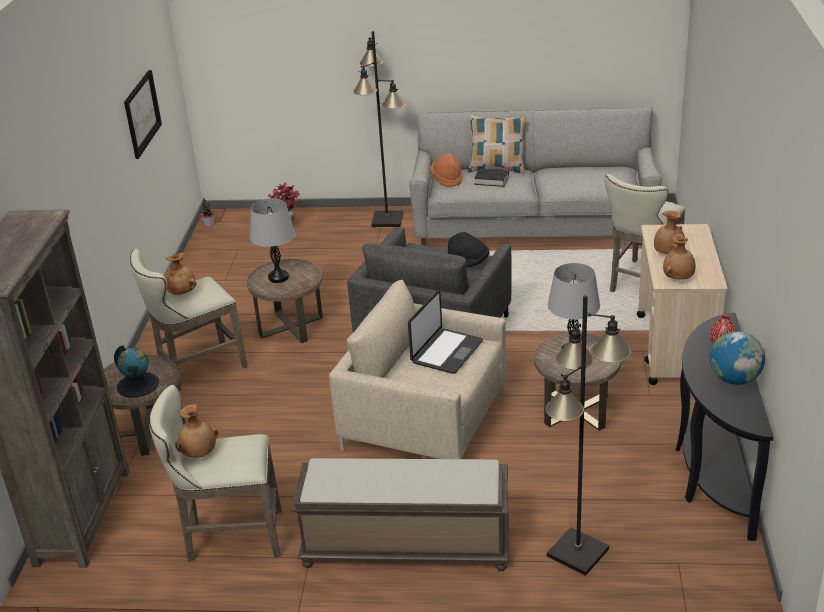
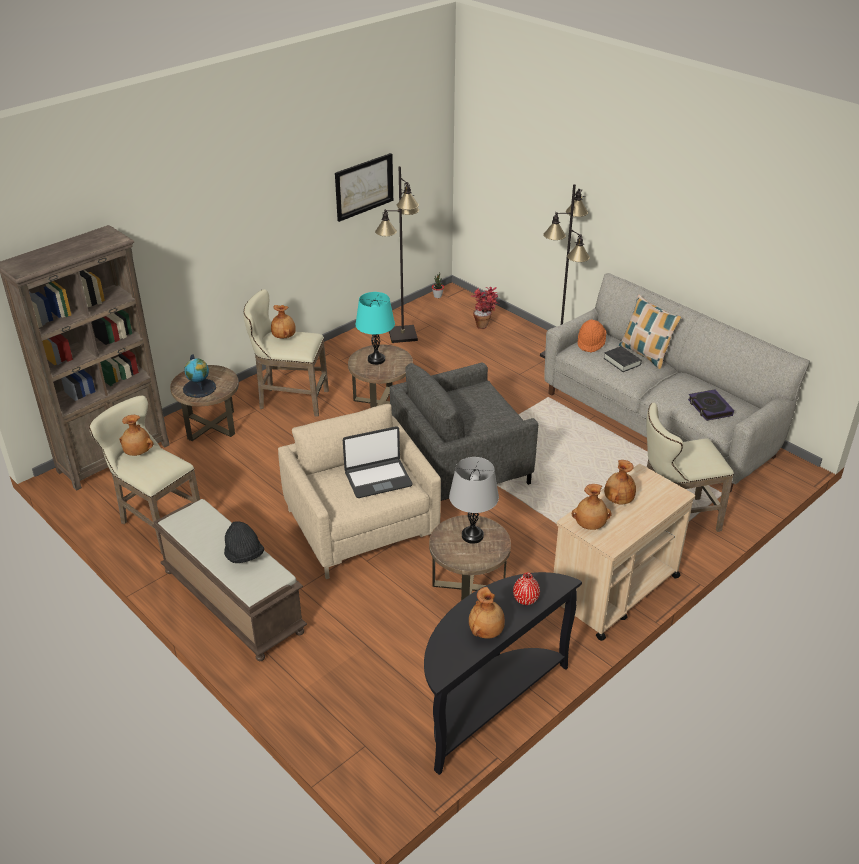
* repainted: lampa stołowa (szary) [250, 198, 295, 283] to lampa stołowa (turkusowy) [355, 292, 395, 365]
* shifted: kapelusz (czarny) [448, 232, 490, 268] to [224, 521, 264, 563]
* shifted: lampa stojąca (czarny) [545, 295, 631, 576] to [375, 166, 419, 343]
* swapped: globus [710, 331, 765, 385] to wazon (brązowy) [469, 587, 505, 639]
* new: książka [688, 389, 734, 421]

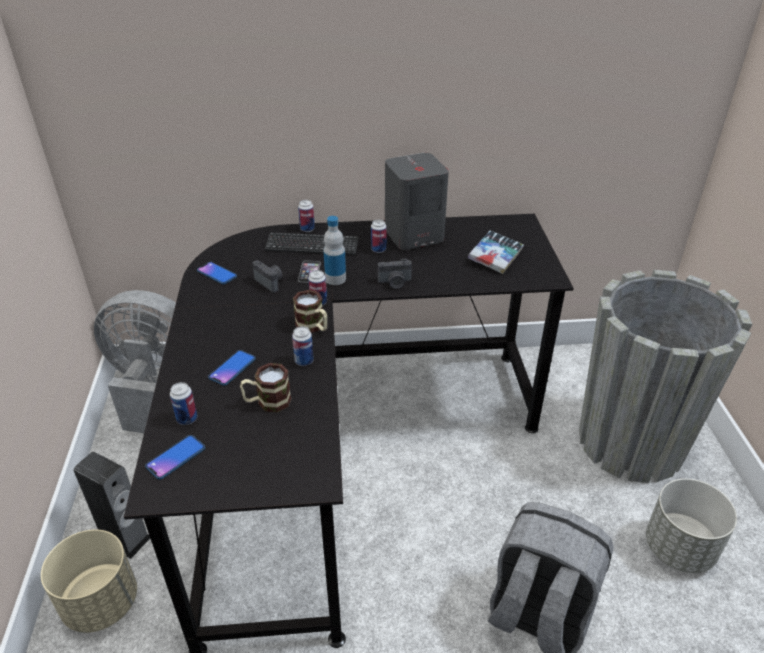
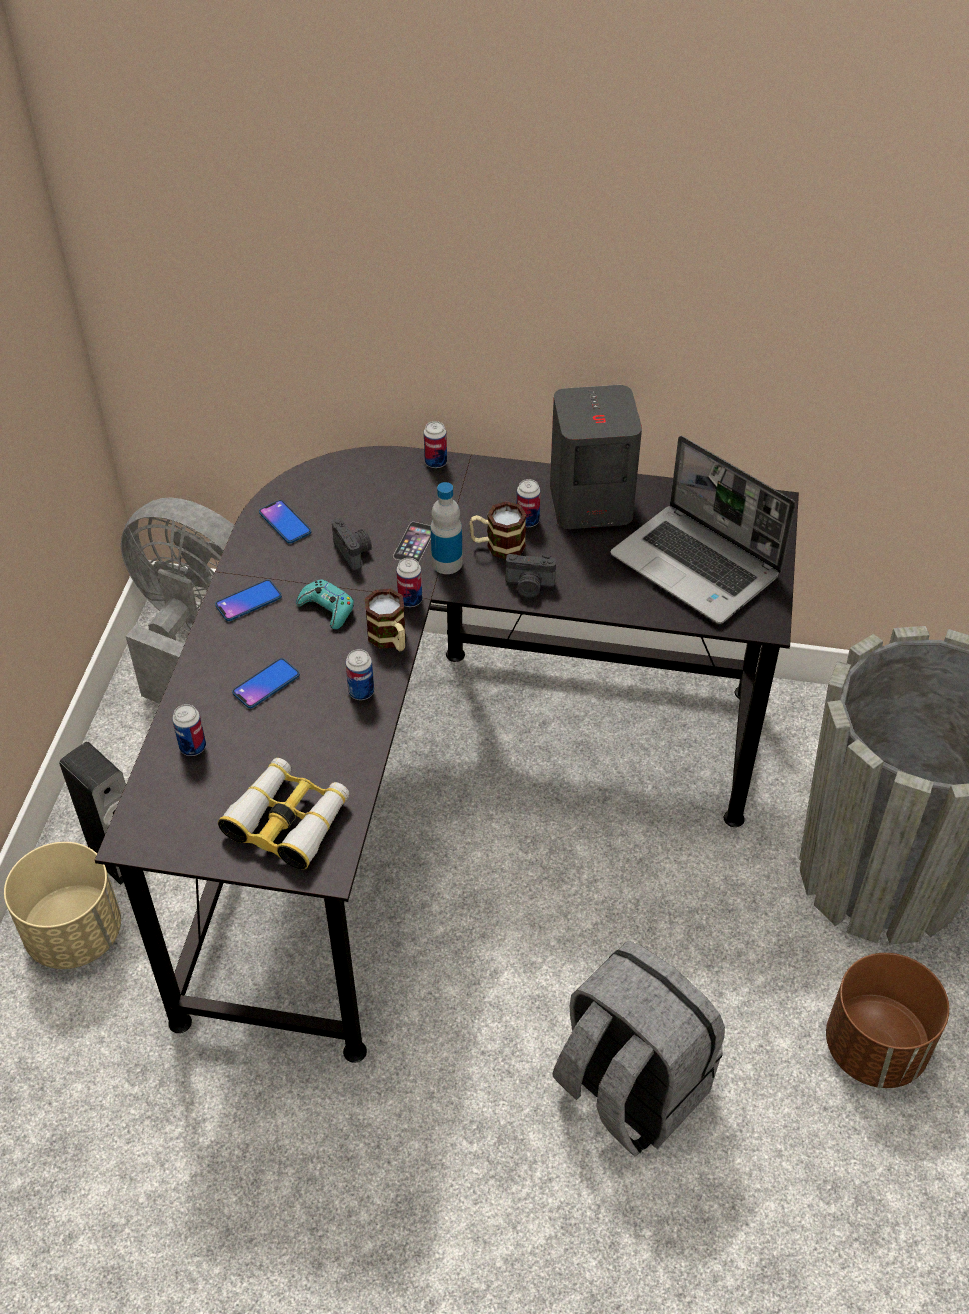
* shifted: telefon [145, 435, 205, 480] to [215, 580, 282, 621]
* shifted: kubek [240, 363, 291, 412] to [469, 501, 527, 559]
* gone: klawiatura [265, 233, 359, 255]
* swapped: książka [468, 231, 524, 274] to laptop [610, 436, 795, 624]
* repainted: donica (szary) [646, 479, 737, 573] to donica (brązowy) [826, 953, 949, 1088]
* new: lornetka [218, 758, 349, 870]
* new: pad do gier (turkusowy) [296, 579, 354, 629]

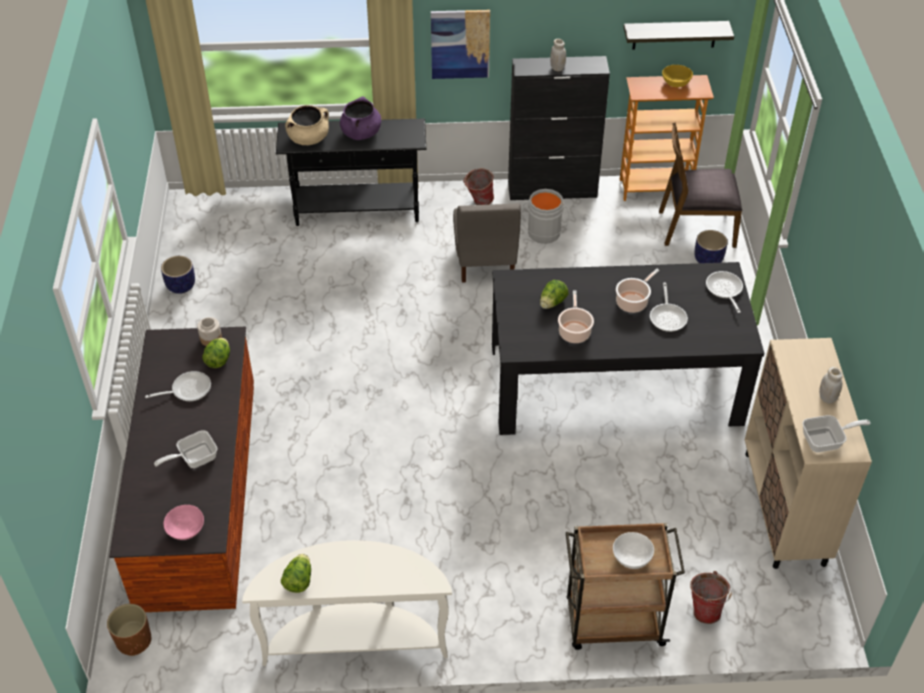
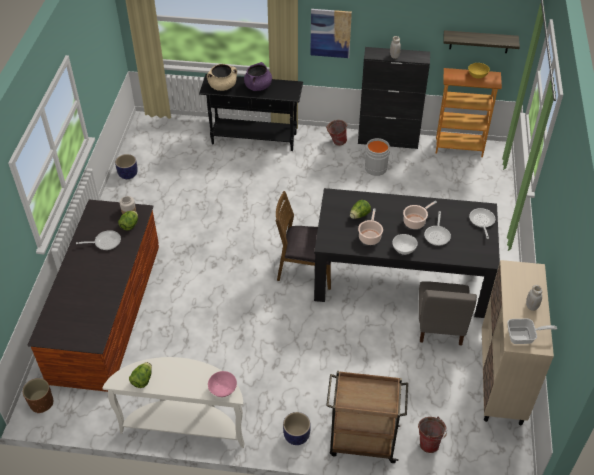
* gone: patelnia [154, 430, 218, 468]
* shifted: miska (różowy) [163, 505, 204, 540] to [208, 371, 237, 397]
* shifted: krzesło (szary) [453, 203, 521, 283] to [419, 282, 477, 345]
* shifted: miska (biały) [613, 532, 654, 569] to [392, 234, 418, 255]
* shifted: krzesło (brązowy) [659, 123, 742, 248] to [276, 191, 331, 290]
* shifted: donica [694, 230, 728, 263] to [283, 412, 311, 445]

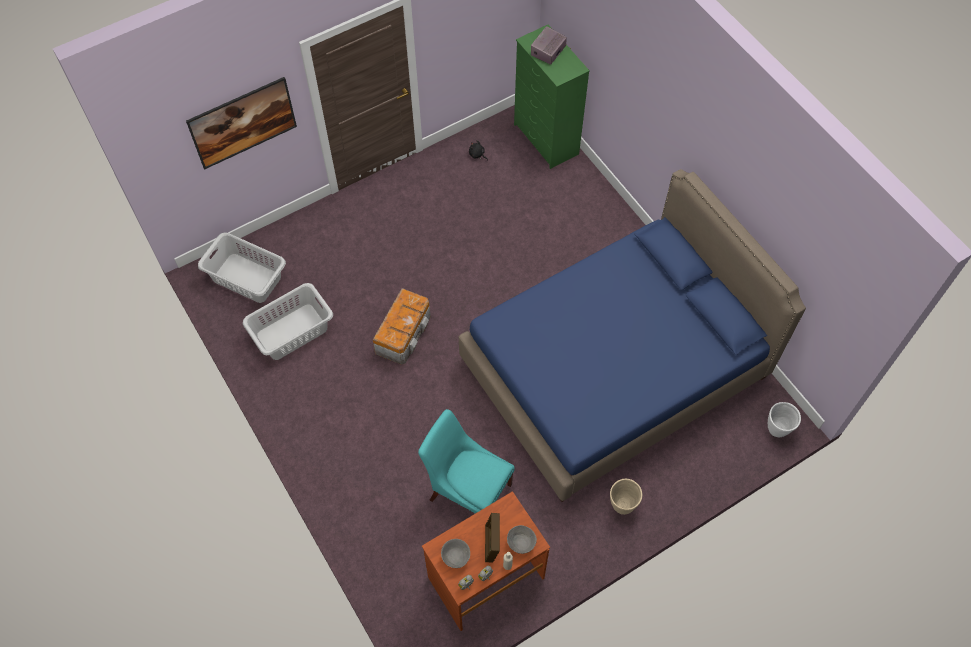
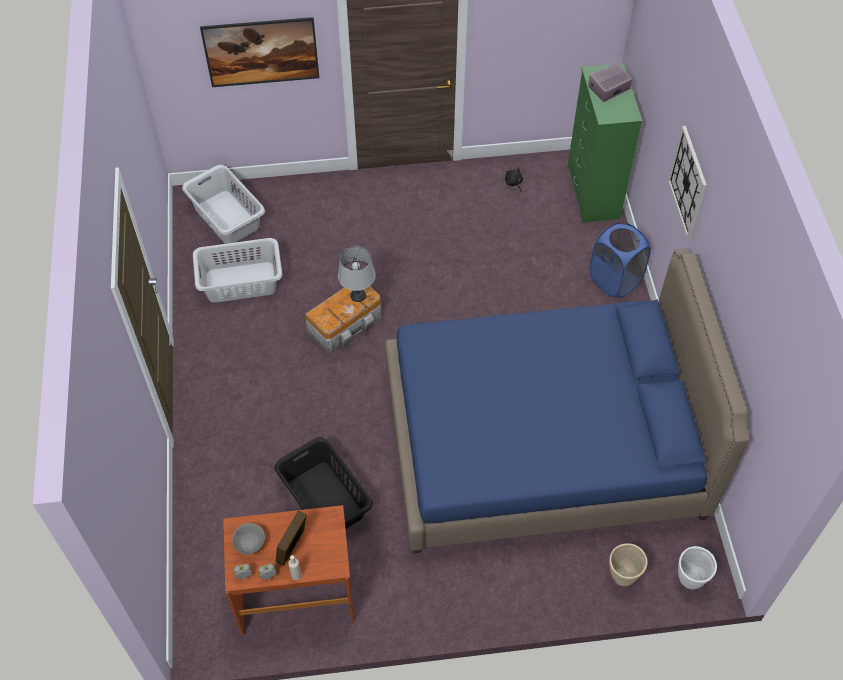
* swapped: krzesło (turkusowy) [418, 409, 514, 513] to kosz na pranie (czarny) [274, 437, 373, 529]
* gone: miska (szary) [507, 525, 537, 554]
* shifted: donica (beżowy) [610, 479, 642, 515] to [609, 543, 648, 586]
* new: lampa stołowa (szary) [338, 246, 376, 302]
* new: kosz na pranie (niebieski) [590, 223, 651, 298]
* new: zegar ścienny [668, 126, 707, 239]

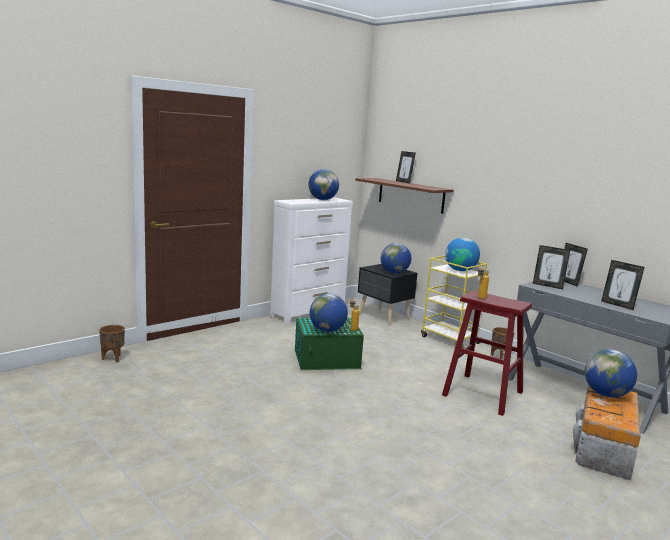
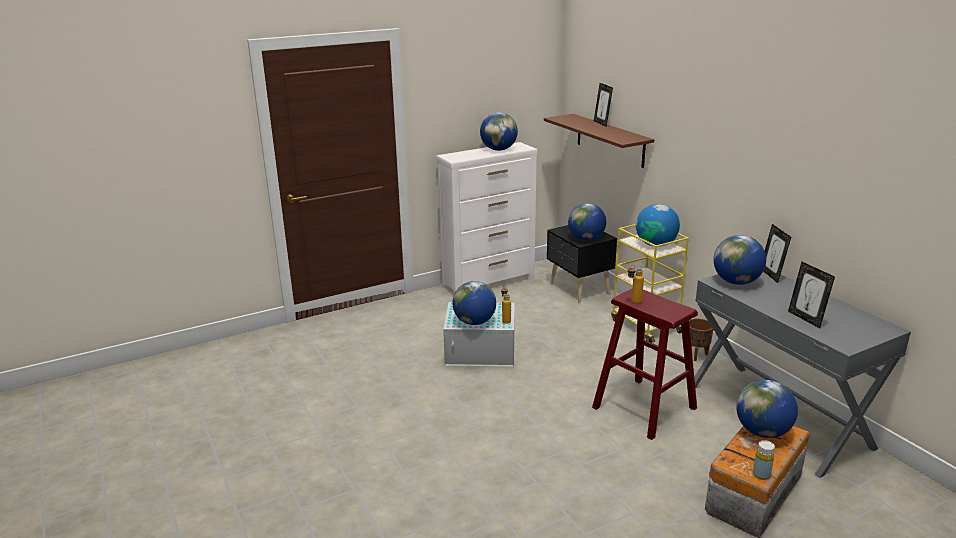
* gone: donica (brązowy) [99, 325, 125, 363]
* repainted: pojemnik do przechowywania (zielony) [295, 318, 364, 370] to pojemnik do przechowywania (biały) [443, 302, 515, 366]
* swapped: ramka na zdjęcie [533, 245, 570, 289] to globus [713, 235, 766, 285]
* new: butelka (żółty) [753, 440, 775, 480]

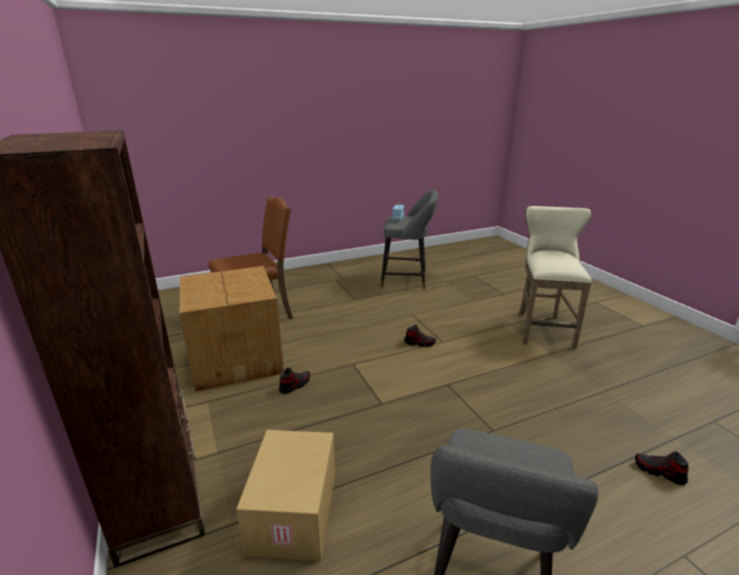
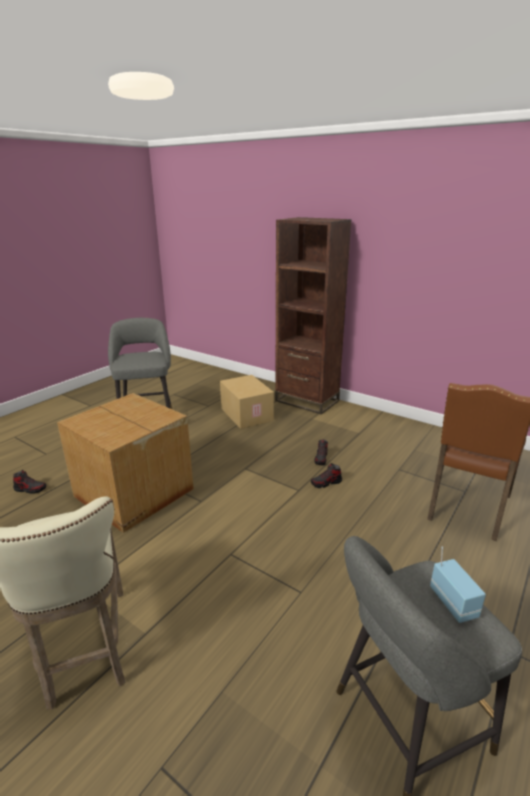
* shifted: karton [180, 266, 284, 392] to [57, 393, 194, 533]
* shifted: but [404, 325, 436, 347] to [311, 463, 342, 488]

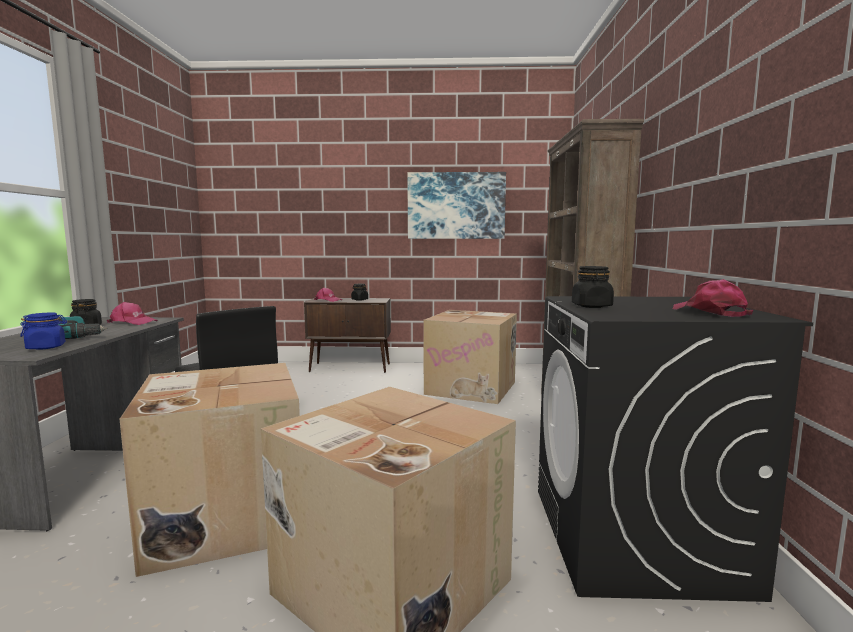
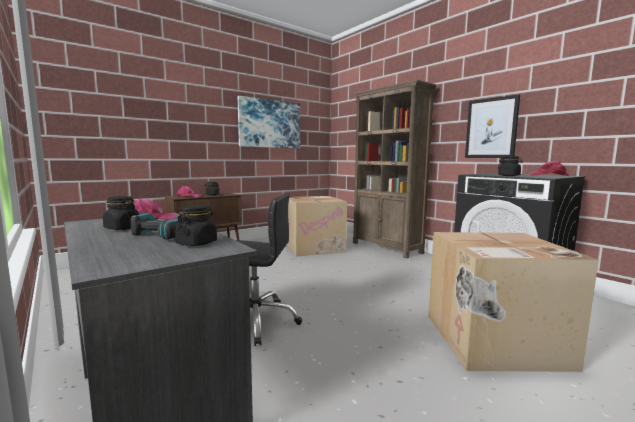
* repainted: słoik (niebieski) [20, 312, 67, 350] to słoik (czarny) [175, 205, 217, 246]
* gone: karton [120, 363, 300, 577]
* new: obraz [465, 95, 520, 158]

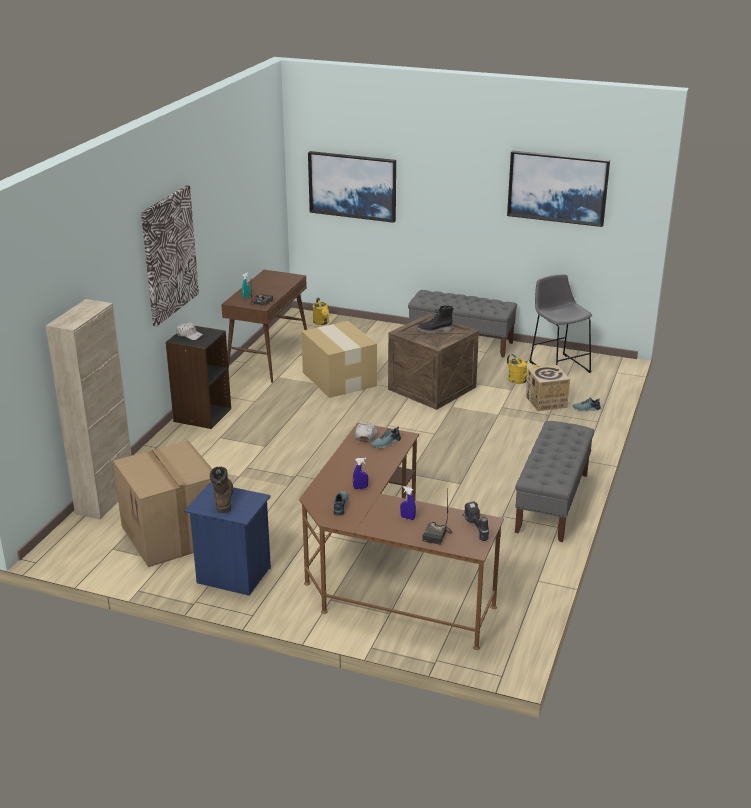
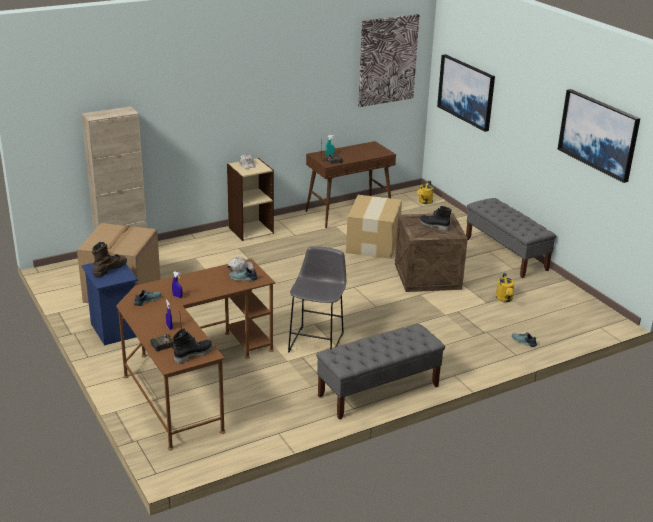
* shifted: obraz [141, 185, 199, 327] to [358, 14, 419, 107]
* repainted: regał (czarny) [165, 326, 231, 429] to regał (beżowy) [227, 158, 274, 241]
* swapped: wiertarka [462, 501, 489, 541] to but z cholewką (czarny) [173, 328, 213, 364]
* gone: karton [526, 365, 570, 411]
* shifted: stołek (szary) [529, 274, 592, 373] to [288, 246, 346, 353]

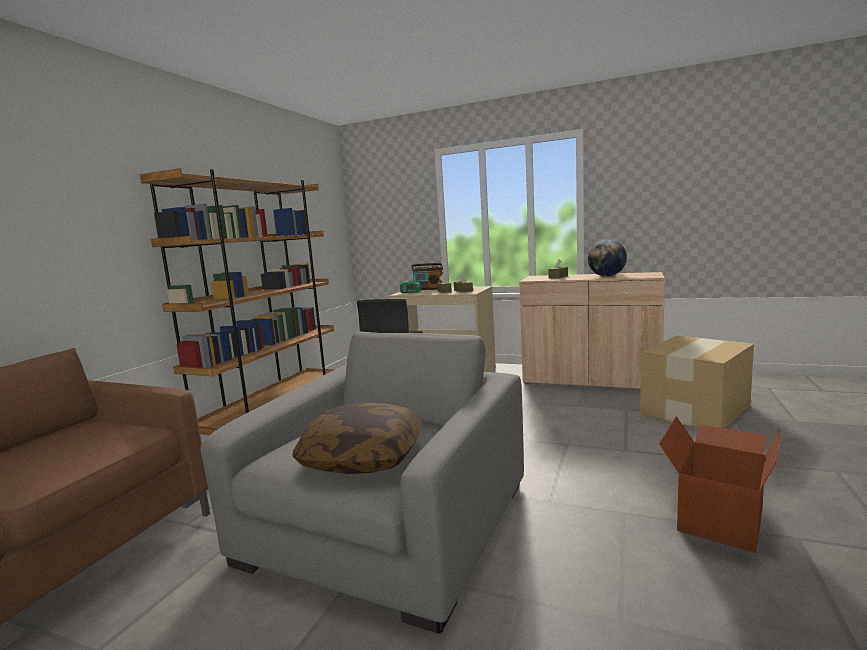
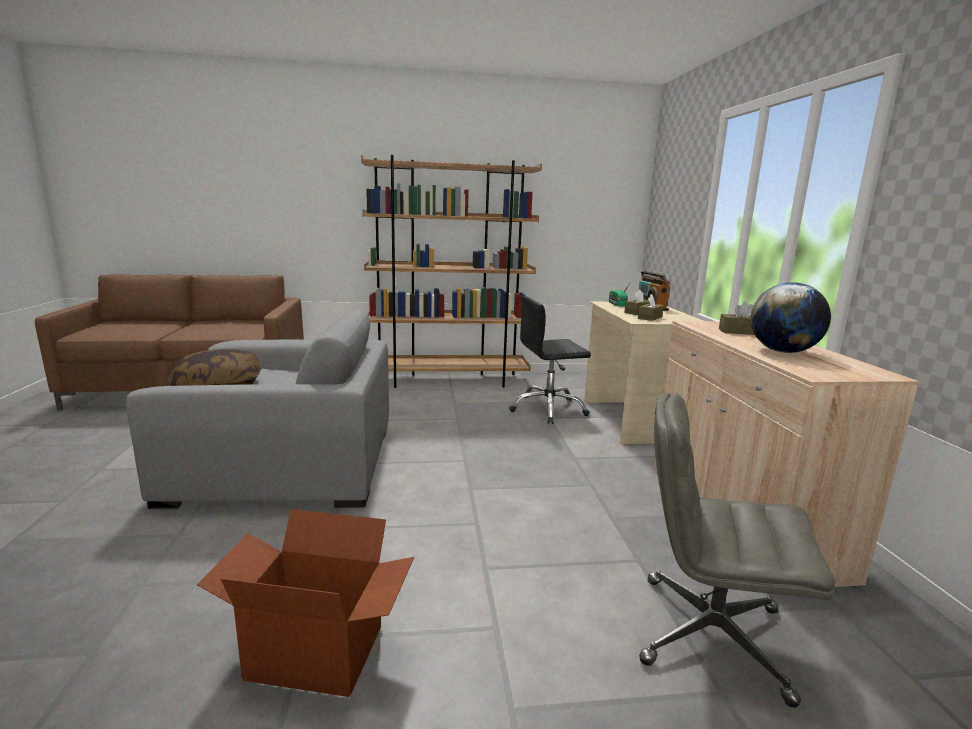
* swapped: karton [640, 336, 754, 428] to krzesło biurowe (szary) [639, 393, 835, 708]

